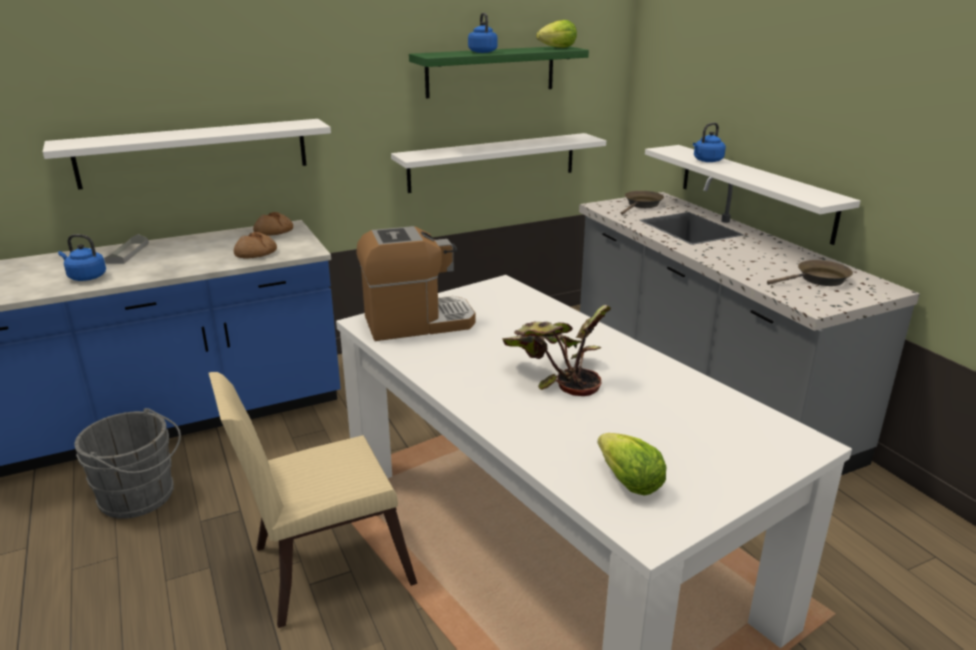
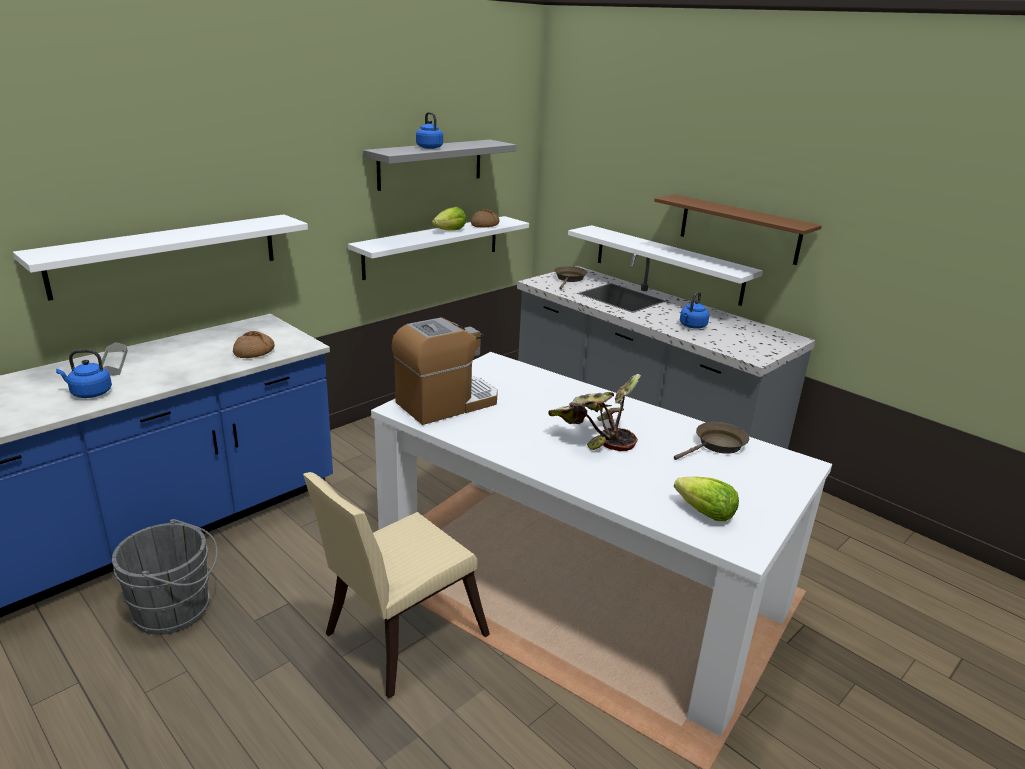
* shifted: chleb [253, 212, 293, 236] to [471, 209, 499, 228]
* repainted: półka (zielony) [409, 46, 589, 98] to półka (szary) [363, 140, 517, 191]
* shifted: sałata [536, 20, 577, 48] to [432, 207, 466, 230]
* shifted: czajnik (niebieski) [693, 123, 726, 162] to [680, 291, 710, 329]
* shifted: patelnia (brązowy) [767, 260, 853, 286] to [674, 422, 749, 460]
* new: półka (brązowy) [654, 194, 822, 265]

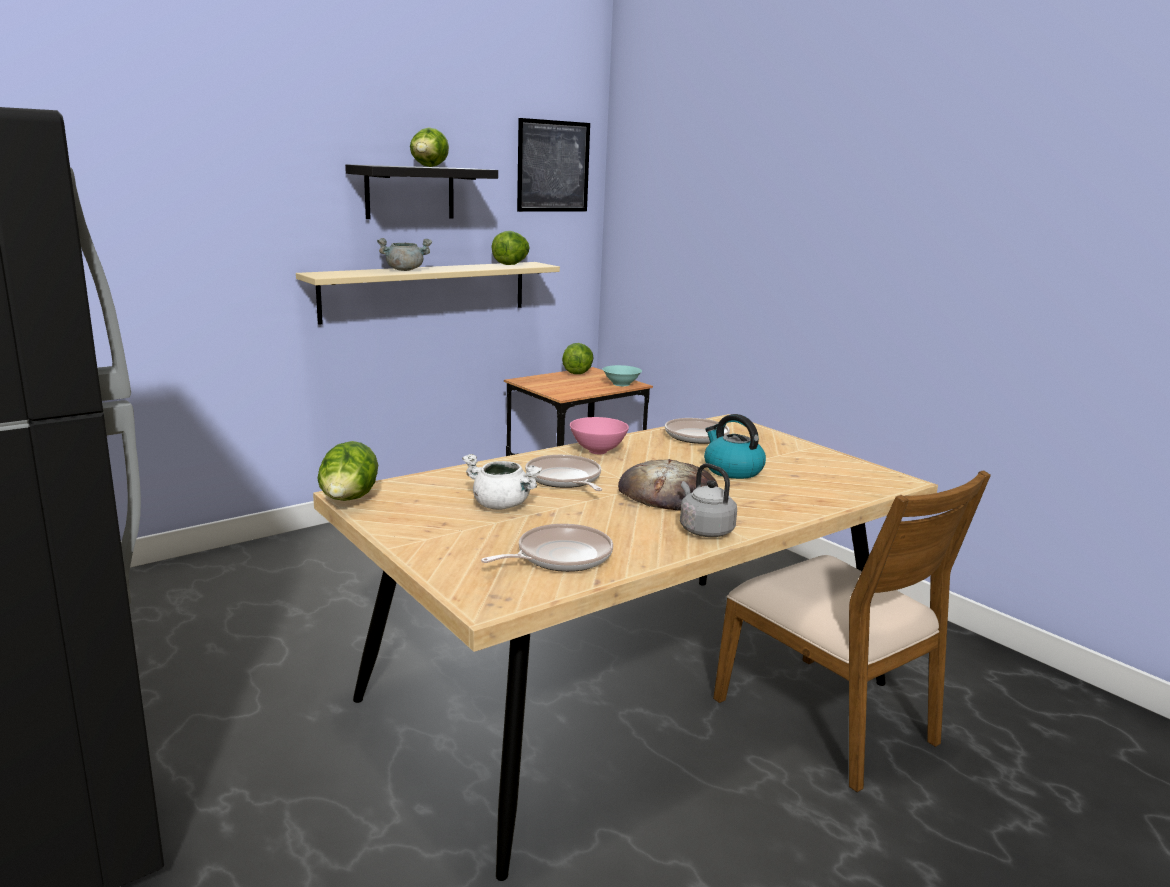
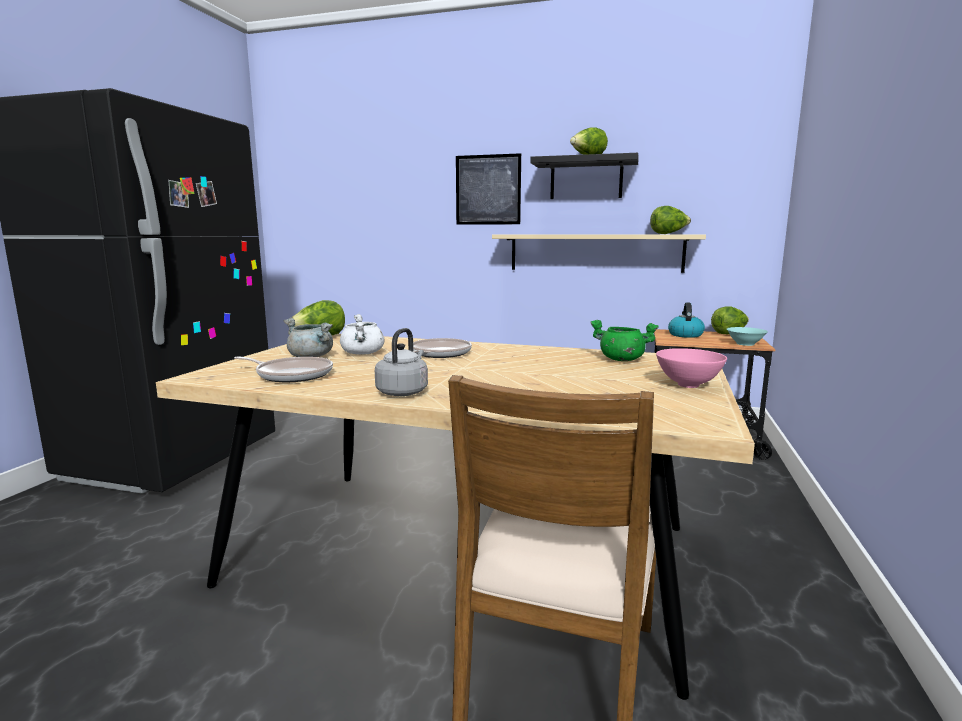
* shifted: garnek (szary) [377, 238, 432, 271] to [283, 318, 333, 357]
* shifted: obraz [517, 118, 590, 212] to [456, 153, 521, 225]
* shifted: miska (różowy) [570, 417, 629, 454] to [656, 348, 727, 388]
* gone: chleb [618, 459, 718, 510]
* swapped: patelnia [665, 418, 730, 444] to garnek (zielony) [590, 320, 658, 361]
* shifted: czajnik [704, 414, 766, 479] to [668, 302, 705, 338]

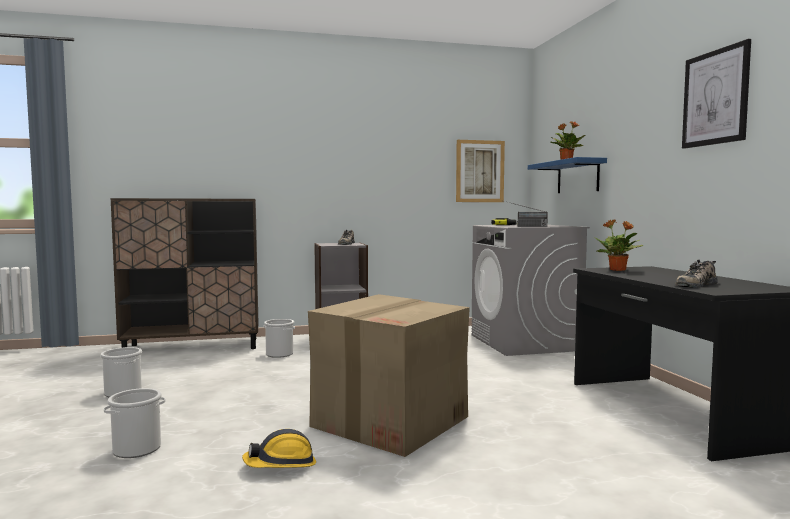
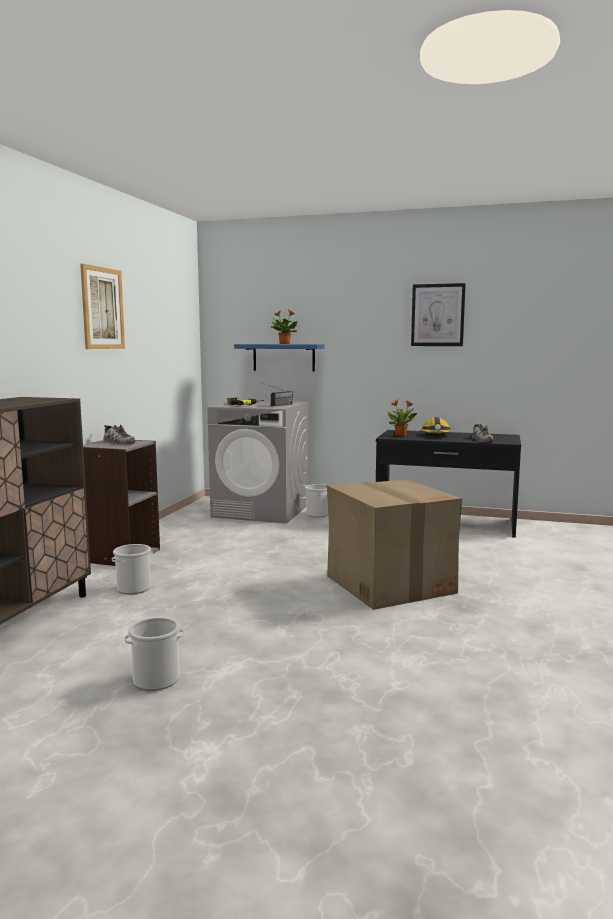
* shifted: wiadro [104, 388, 165, 458] to [305, 484, 328, 518]
* shifted: kask [242, 429, 316, 468] to [421, 417, 452, 433]
* shifted: obraz [456, 140, 505, 202] to [80, 264, 125, 349]

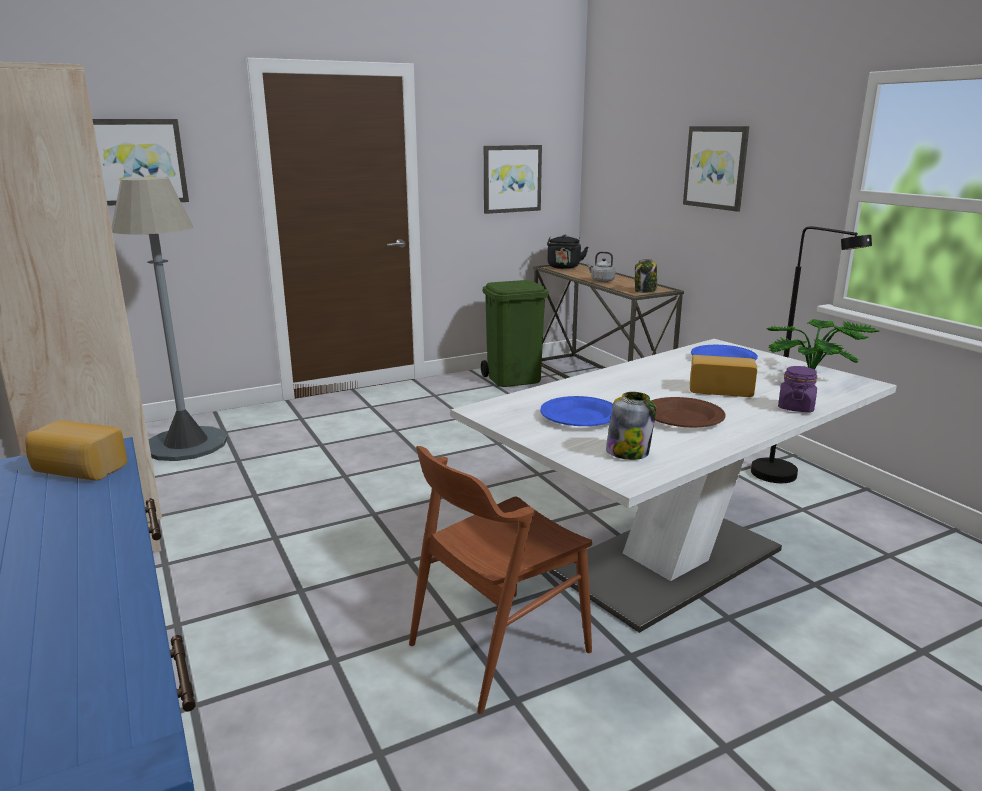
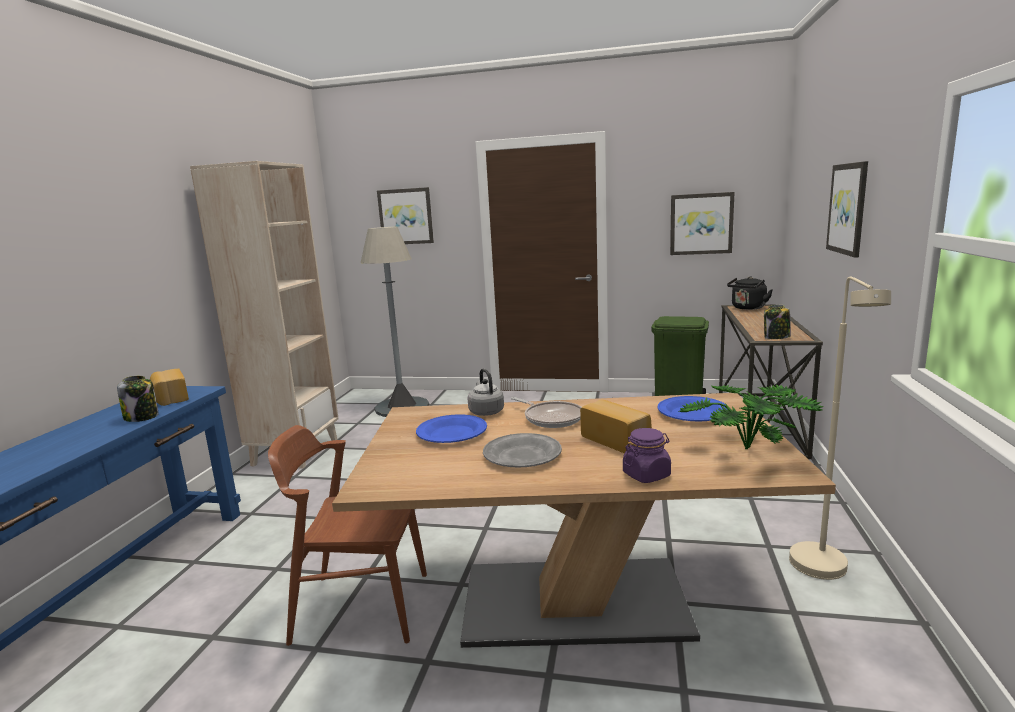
* repainted: stół jadalny (biały) [451, 339, 897, 633] to stół jadalny (brązowy) [332, 393, 836, 648]
* shifted: czajnik (szary) [587, 251, 615, 282] to [468, 368, 504, 416]
* shifted: słoik [606, 392, 656, 460] to [117, 376, 159, 422]
* repainted: talerz (brązowy) [651, 397, 725, 428] to talerz (szary) [483, 433, 562, 468]
* repainted: lampa stojąca (czarny) [751, 226, 872, 483] to lampa stojąca (beżowy) [789, 277, 891, 580]
* new: patelnia [511, 397, 582, 428]

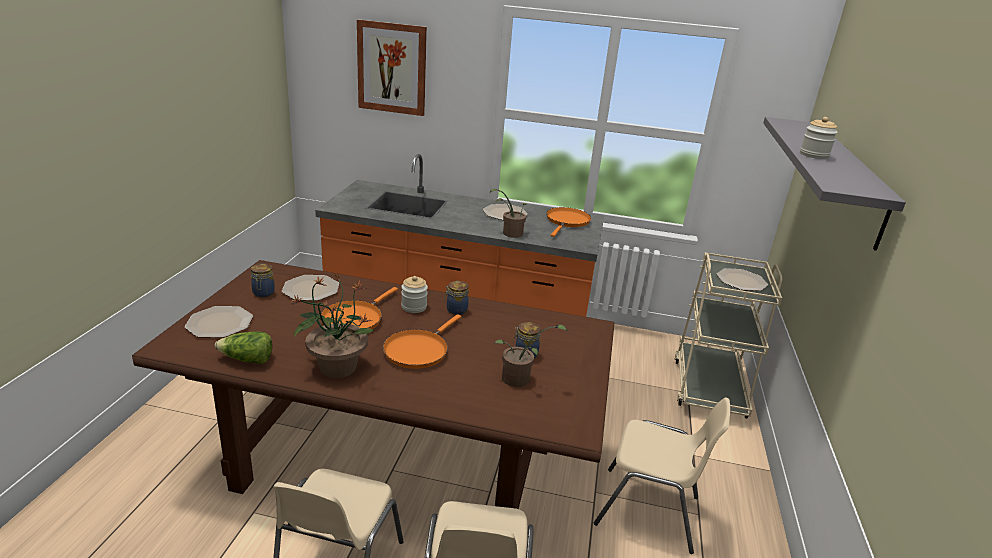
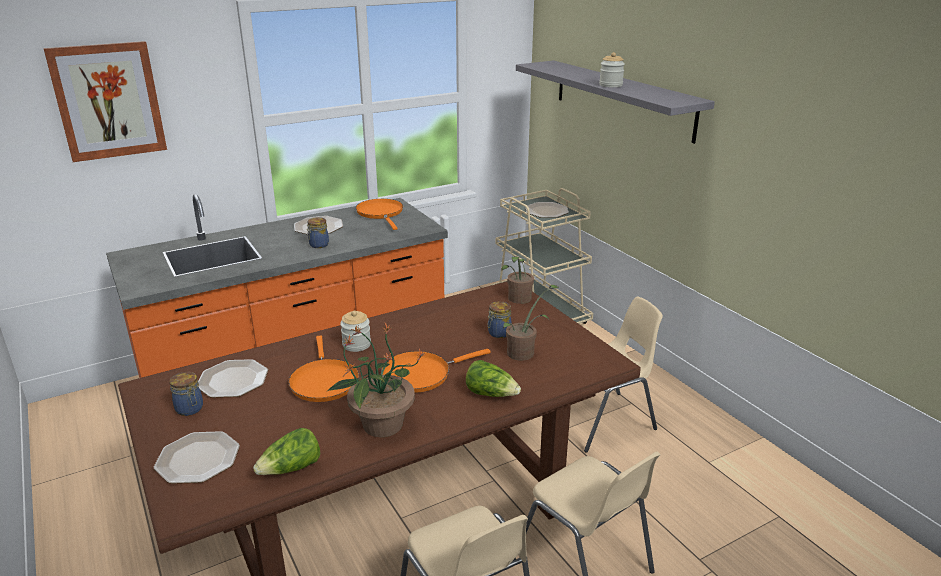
* rotated: patelnia (pomarańczowy) [383, 314, 461, 369] = [381, 349, 491, 393] 75 degrees clockwise
* shifted: słoik [444, 281, 469, 315] to [306, 217, 329, 248]
* shifted: roślina doniczkowa [490, 189, 528, 238] to [501, 256, 534, 304]
* new: sałata [466, 360, 521, 397]

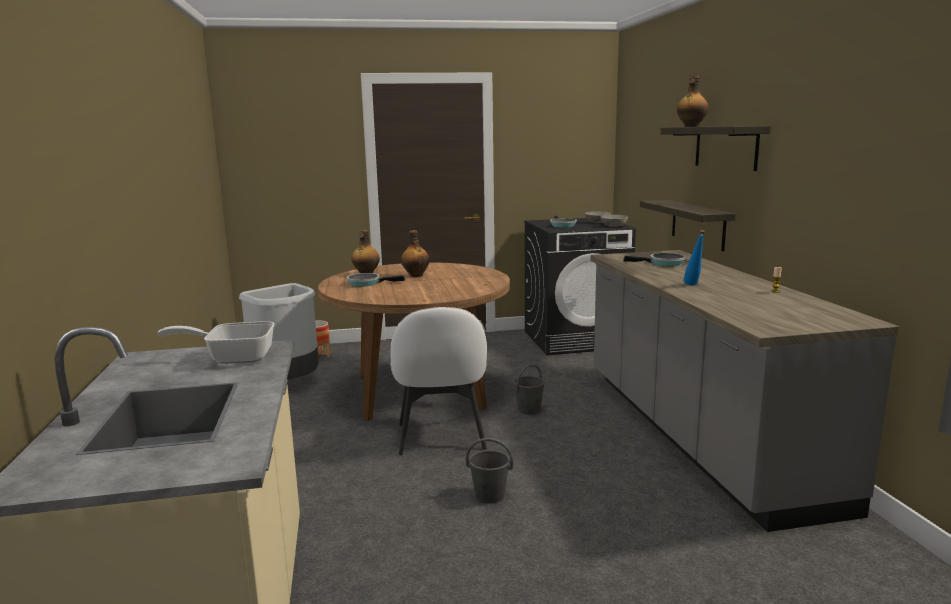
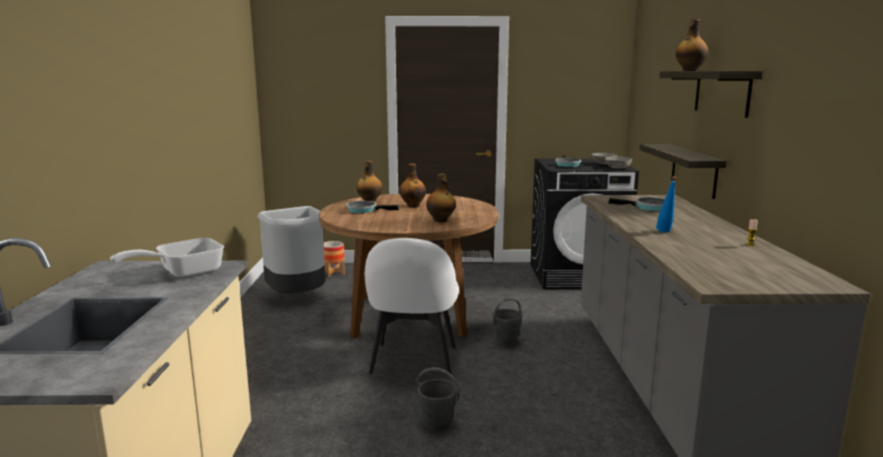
* rotated: patelnia [158, 321, 275, 364] = [110, 238, 224, 278] 45 degrees counterclockwise
* new: butelka [426, 173, 456, 222]

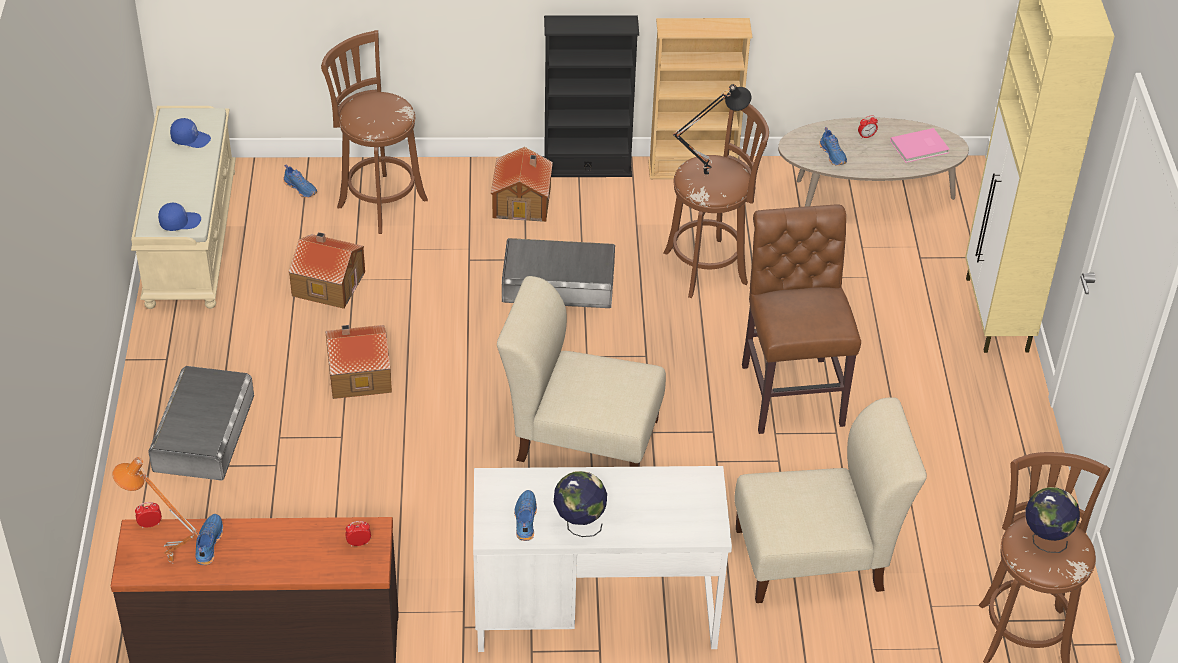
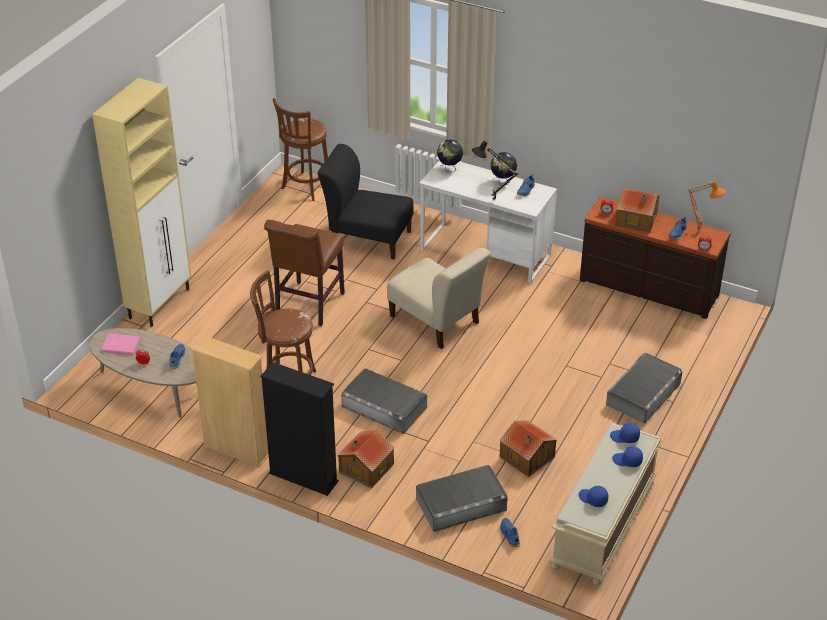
* swapped: stołek (brązowy) [321, 30, 428, 234] to pojemnik do przechowywania (szary) [416, 465, 508, 532]
* shifted: domek [325, 325, 392, 399] to [615, 189, 660, 233]
* shifted: lampa stołowa (czarny) [673, 84, 751, 176] to [472, 140, 518, 201]
* repainted: krzesło (beżowy) [734, 397, 927, 603] to krzesło (czarny) [318, 144, 414, 259]
* shifted: globus [1025, 487, 1080, 553] to [437, 139, 463, 172]
* new: czapka z daszkiem (niebieski) [612, 447, 643, 467]

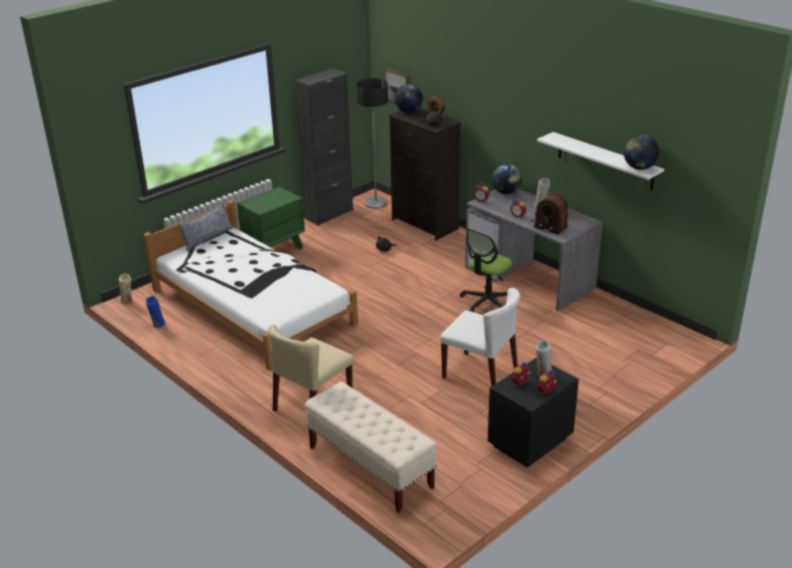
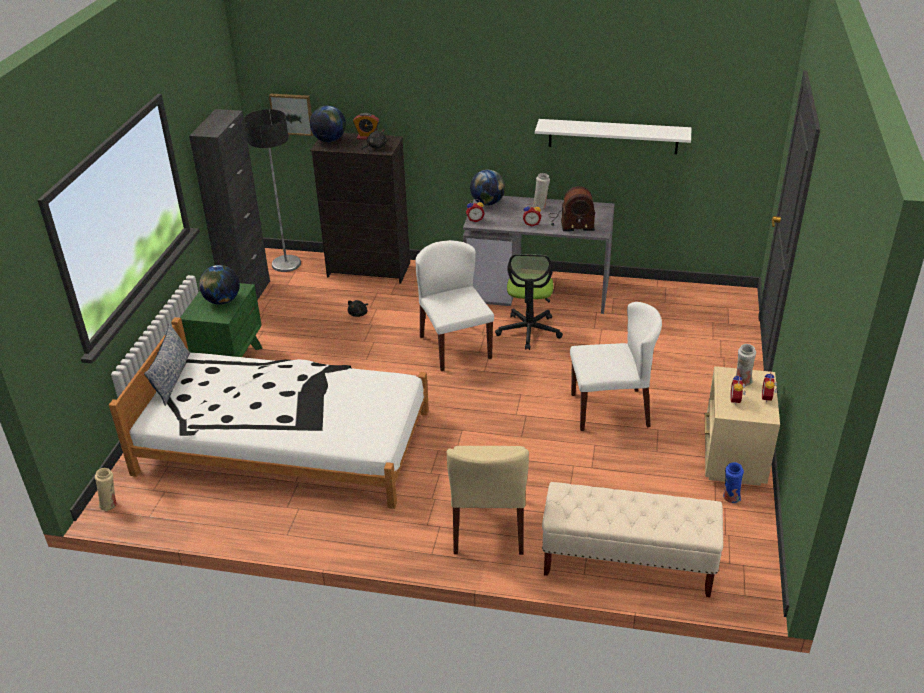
* shifted: wazon (niebieski) [146, 296, 165, 328] to [723, 462, 744, 503]
* repainted: szafka nocna (czarny) [488, 357, 579, 468] to szafka nocna (beżowy) [705, 366, 780, 486]
* shifted: globus [624, 135, 659, 170] to [199, 265, 240, 305]
* new: krzesło (biały) [415, 240, 494, 371]

